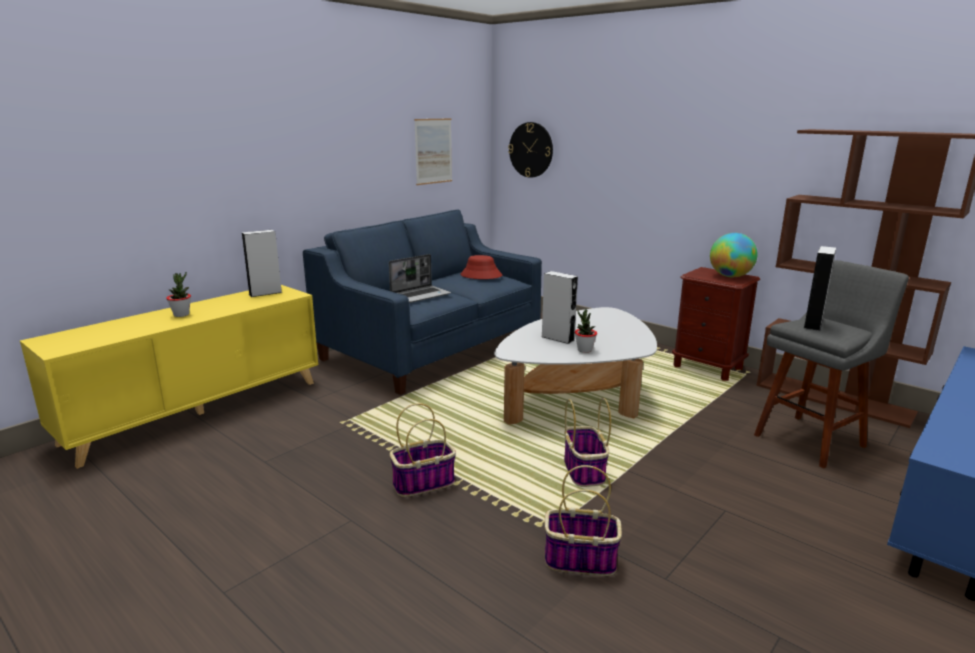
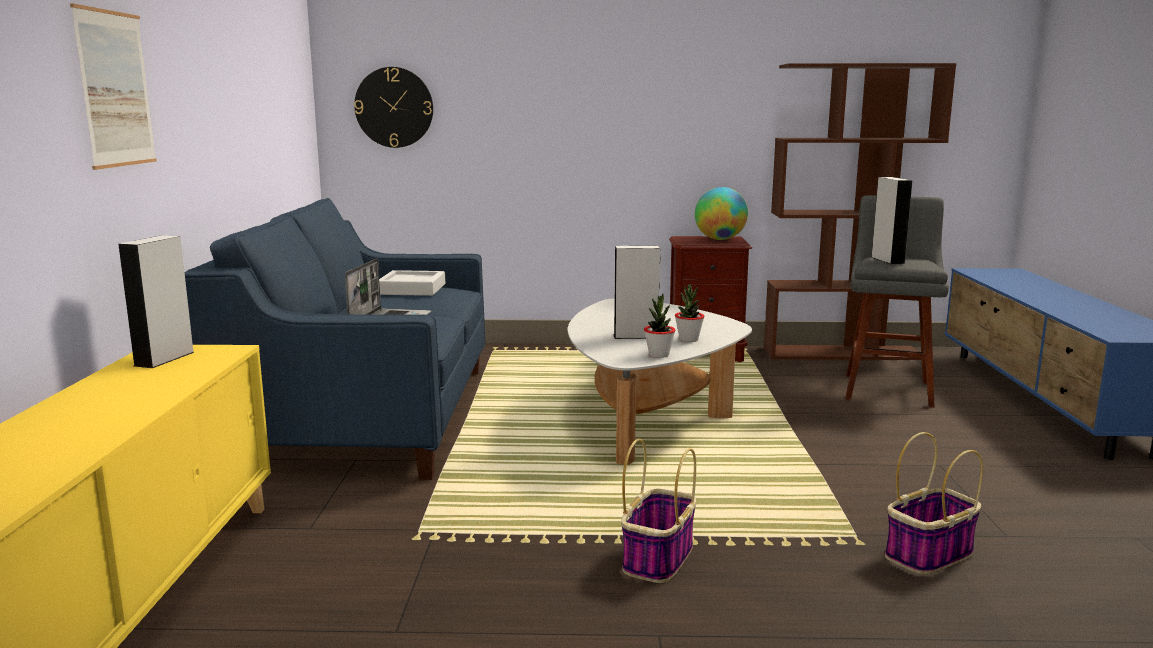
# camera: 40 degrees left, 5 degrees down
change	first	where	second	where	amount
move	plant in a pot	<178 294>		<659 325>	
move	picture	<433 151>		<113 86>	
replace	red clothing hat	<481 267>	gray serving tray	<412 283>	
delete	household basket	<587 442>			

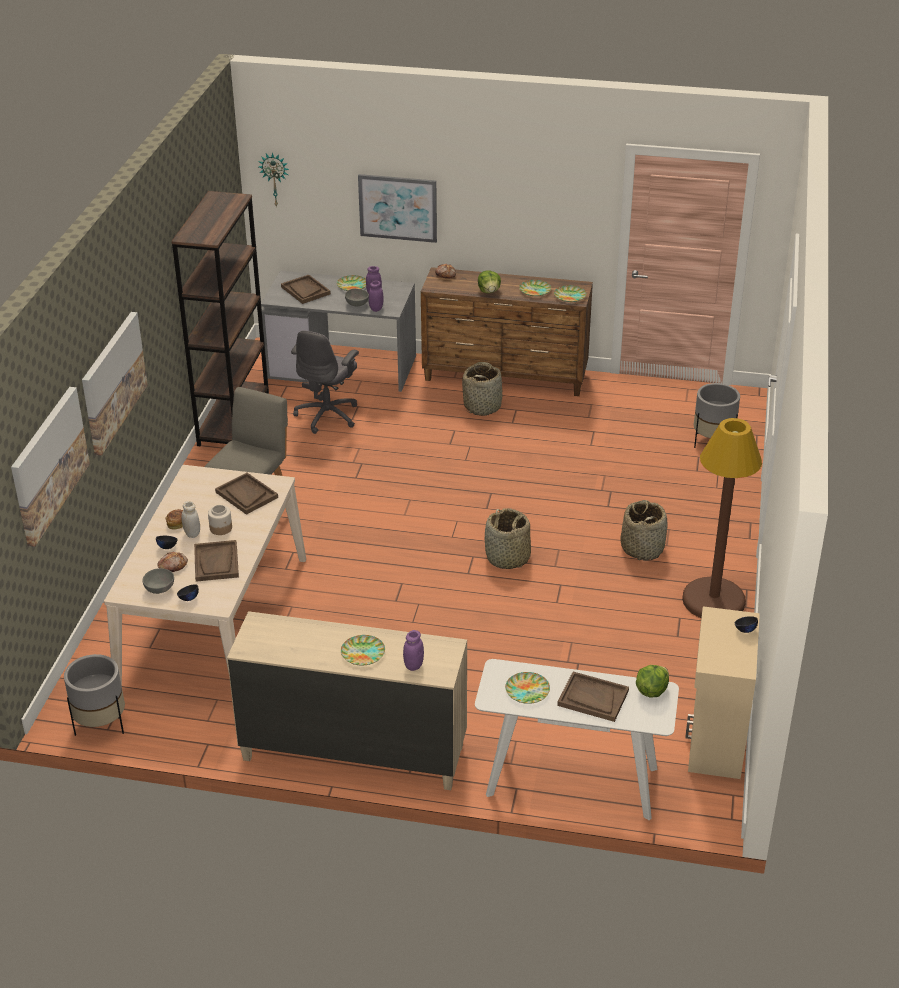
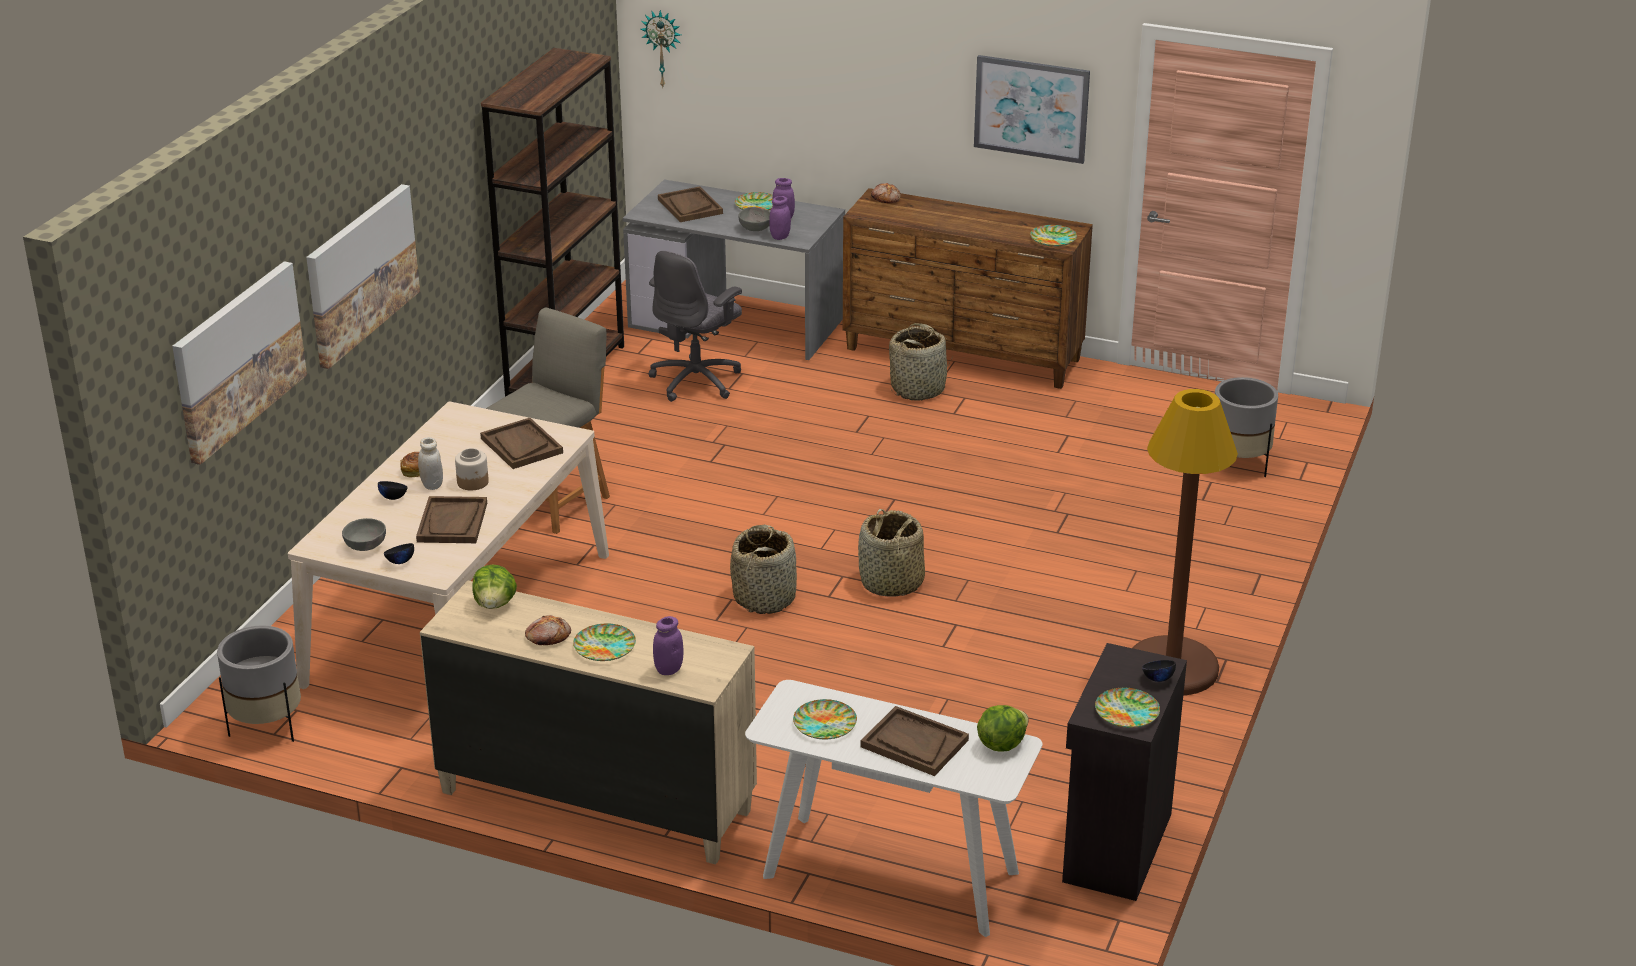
# camera: 10 degrees right, 5 degrees down
change	first	where	second	where	amount
move	bakery bread	<173 562>		<548 630>	
move	picture	<397 208>		<1032 109>	
move	head of lettuce	<489 281>		<494 586>	
move	plate	<535 288>		<1127 708>	
move	household basket	<644 530>		<763 569>	
recolor	sand-coloured storage cabinet	<722 692>	blackish storage cabinet	<1124 772>	

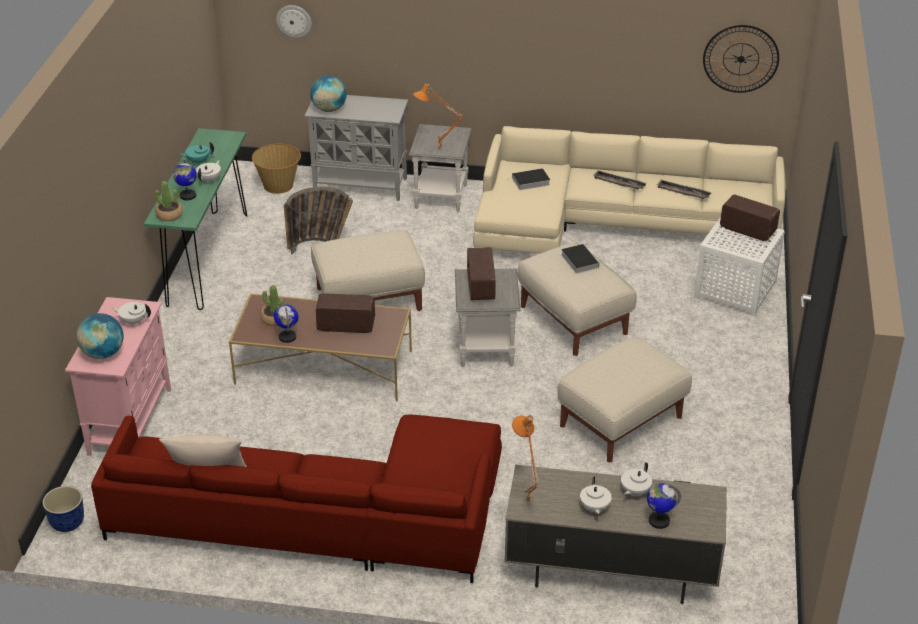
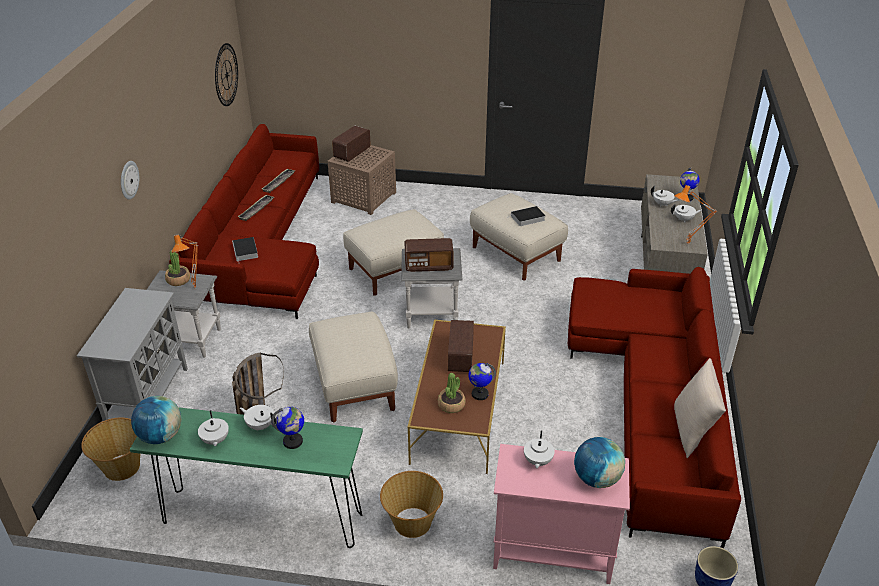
# camera: 90 degrees left, 0 degrees up
change	first	where	second	where	amount
move	plant in a pot	<168 201>		<177 268>	
recolor	blue-green pot for tea	<196 153>	whitish pot for tea	<213 428>	
move	wall clock	<294 21>		<130 180>	
move	globe	<328 93>		<156 420>	
recolor	sand-coloured couch	<629 190>	red couch	<244 221>	
move	book	<580 259>		<526 216>	
recolor	whitish end table	<739 266>	brownish end table	<362 180>	
insert			household basket	<411 504>	

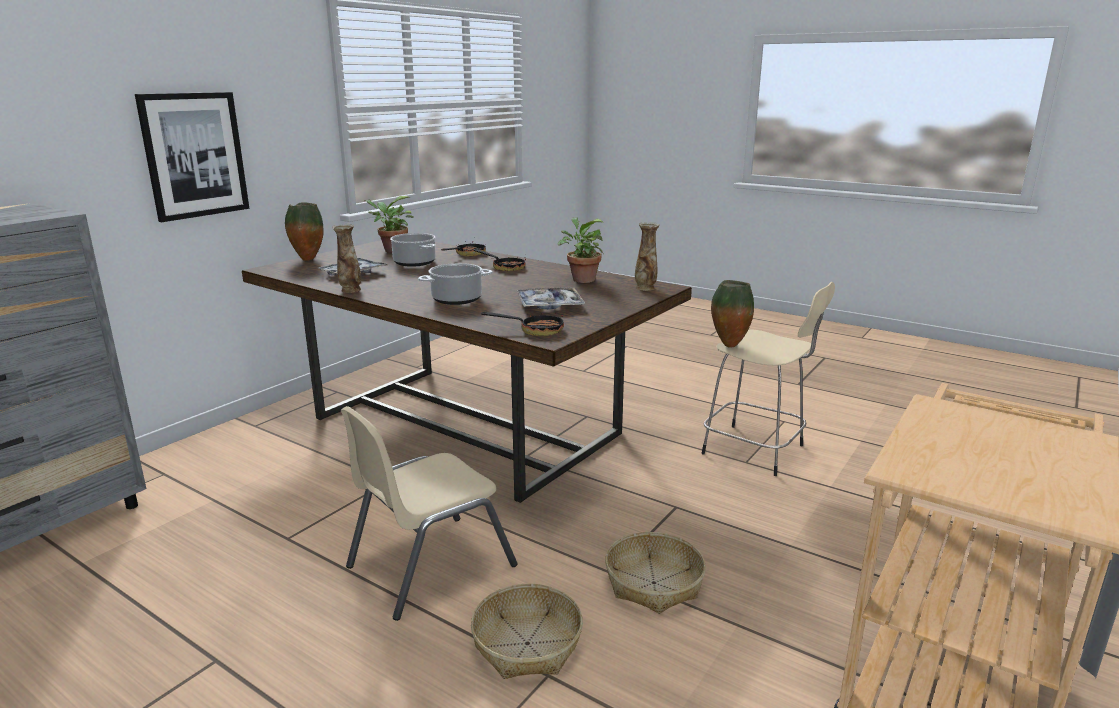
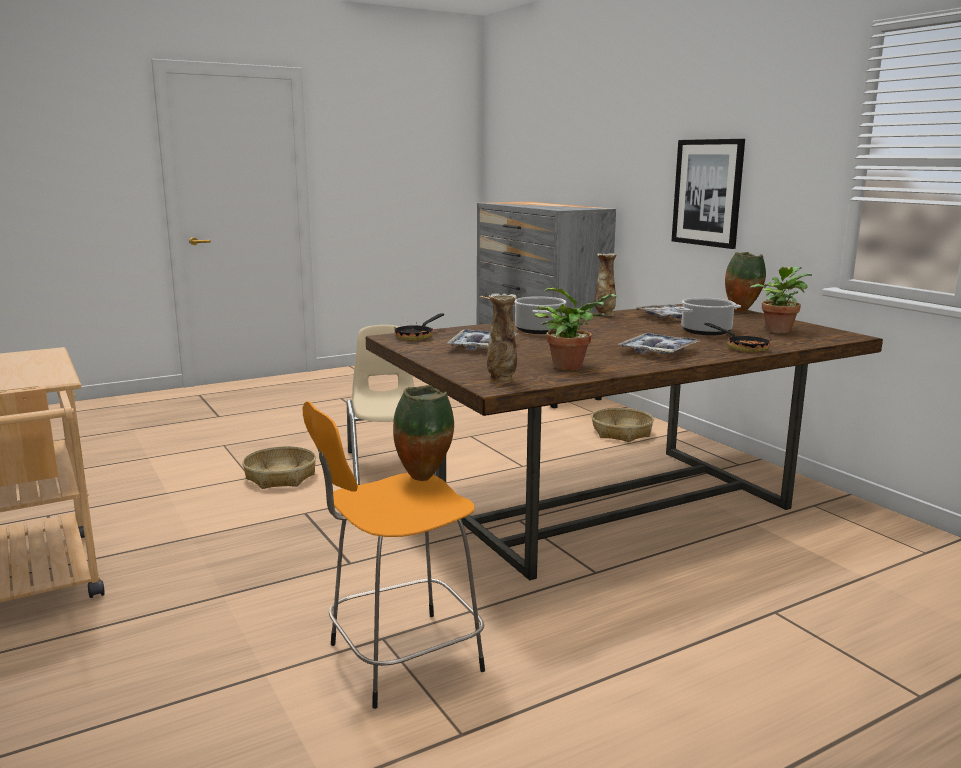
# camera: 115 degrees right, 5 degrees down
change	first	where	second	where	amount
replace	skillet	<500 260>	serving tray	<659 343>	
move	household basket	<655 573>		<623 425>	
recolor	sand-coloured stool seat	<768 379>	orangey stool seat	<394 555>	

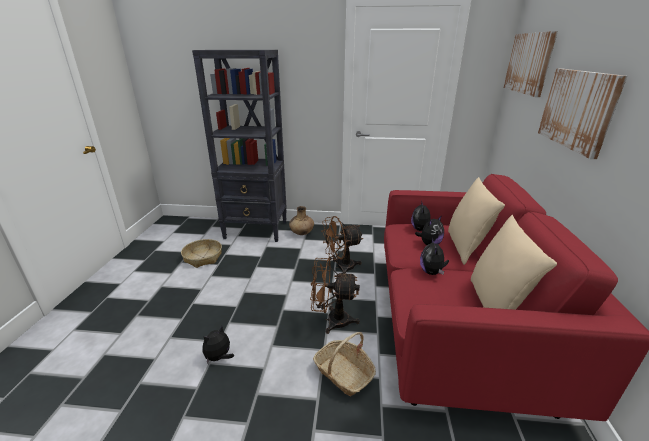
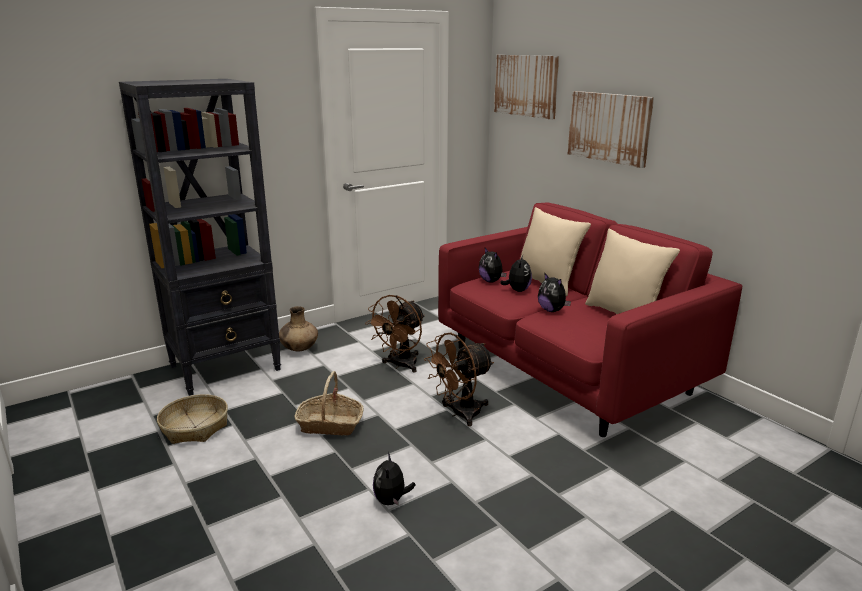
# camera: 40 degrees left, 5 degrees down
change	first	where	second	where	amount
move	household basket	<344 364>		<328 403>	

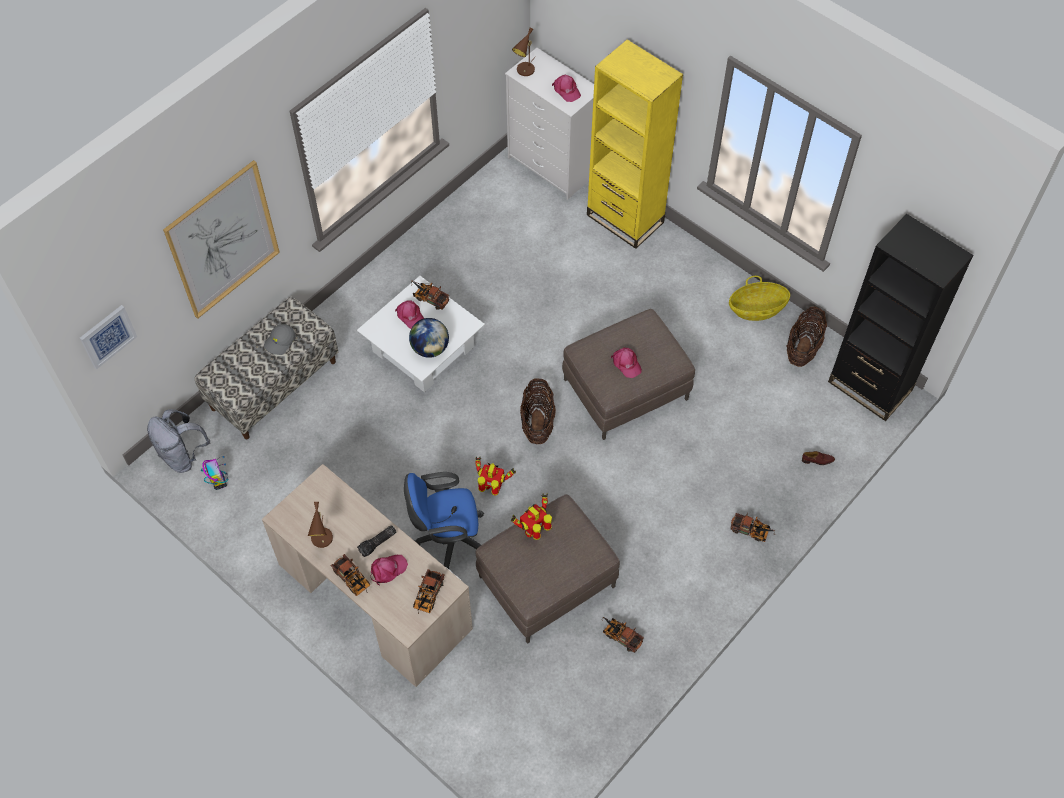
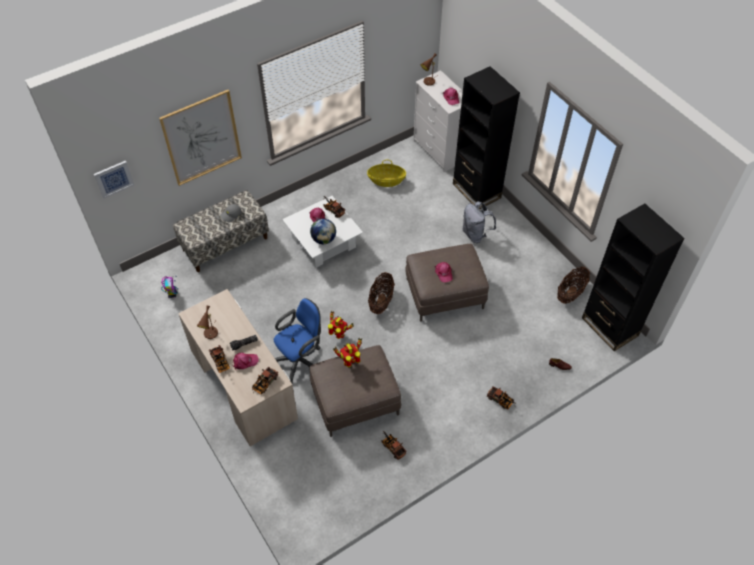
# camera: 15 degrees right, 5 degrees down
change	first	where	second	where	amount
move	gray knapsack	<178 441>		<479 222>	
rotate	bluish computer chair	<444 520>		<297 340>	135 degrees clockwise
recolor	yellow-coloured bookshelf	<635 144>	blackish bookshelf	<486 137>	
move	household basket	<759 298>		<386 173>	

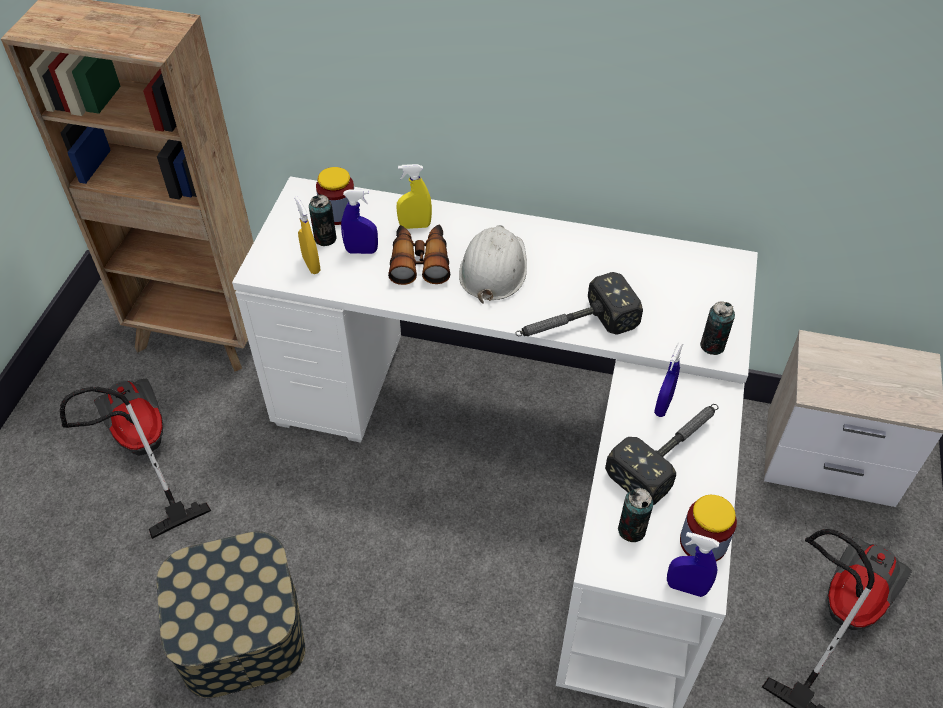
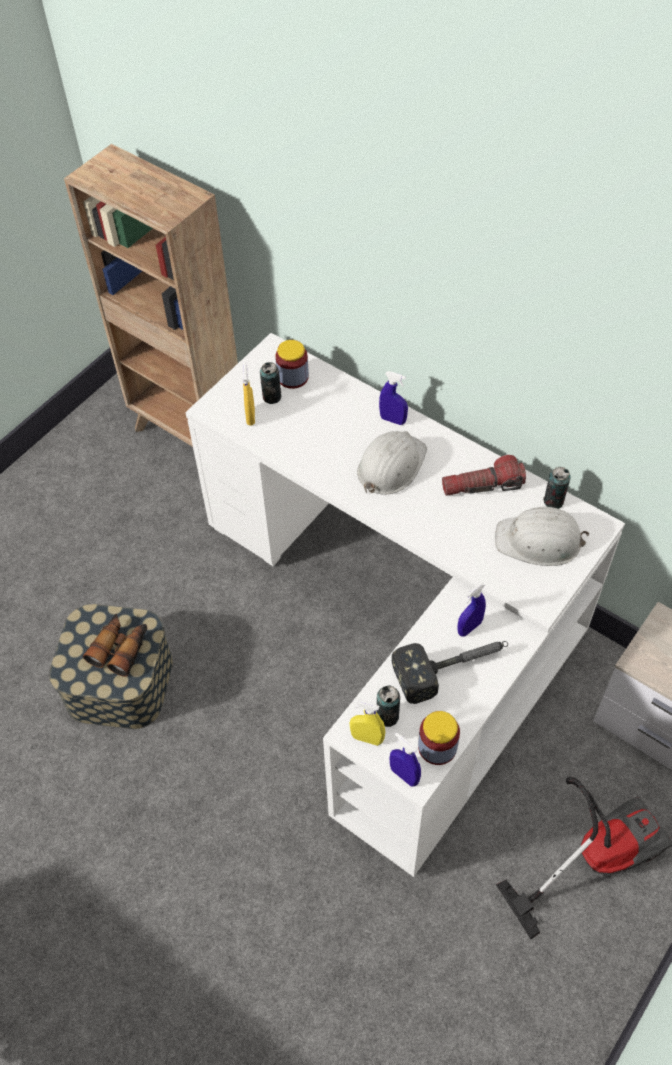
# camera: 25 degrees right, 5 degrees up
change	first	where	second	where	amount
delete	vacuum cleaner	<135 459>			
move	bluish hand sprayer	<359 222>		<393 398>	
move	binoculars	<419 255>		<115 645>	
move	yellow-coloured hand sprayer	<414 196>		<367 722>	
delete	hammer	<579 304>			
move	sealed can	<717 328>		<557 488>	
insert			torch	<484 475>	
insert			whitish hard hat	<542 536>	

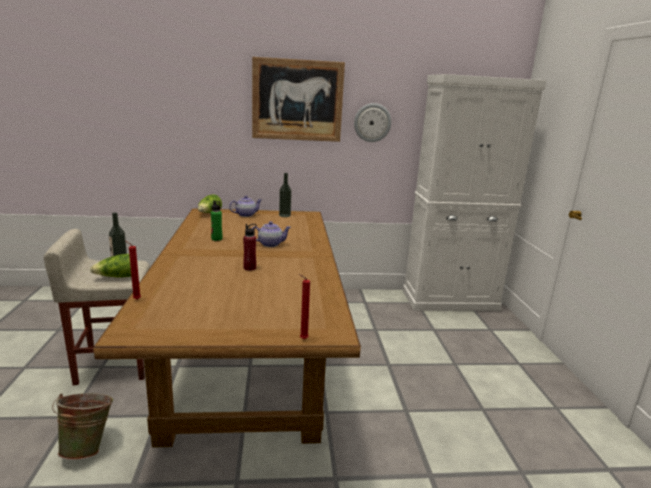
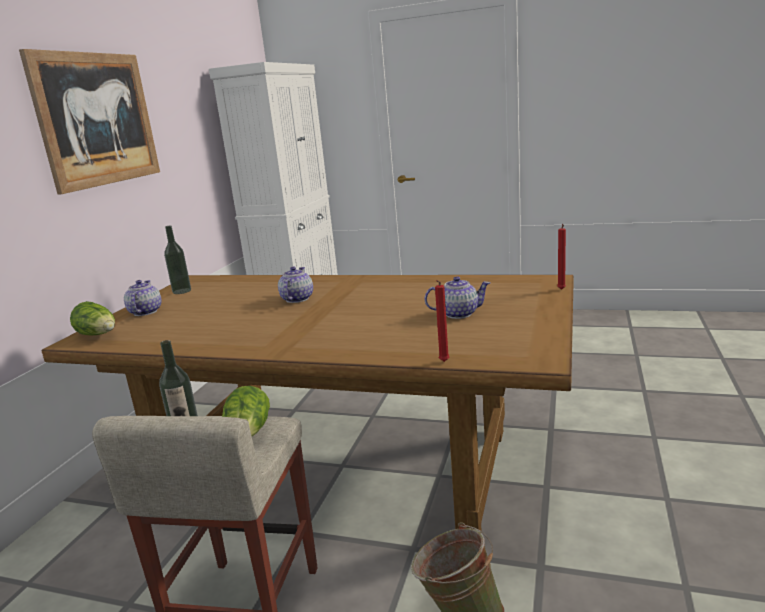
# camera: 65 degrees left, 0 degrees up
change	first	where	second	where	amount
delete	green bottle	<216 220>			
delete	red bottle	<250 247>			
delete	wall clock	<372 122>			
insert			pot for tea	<457 297>	

